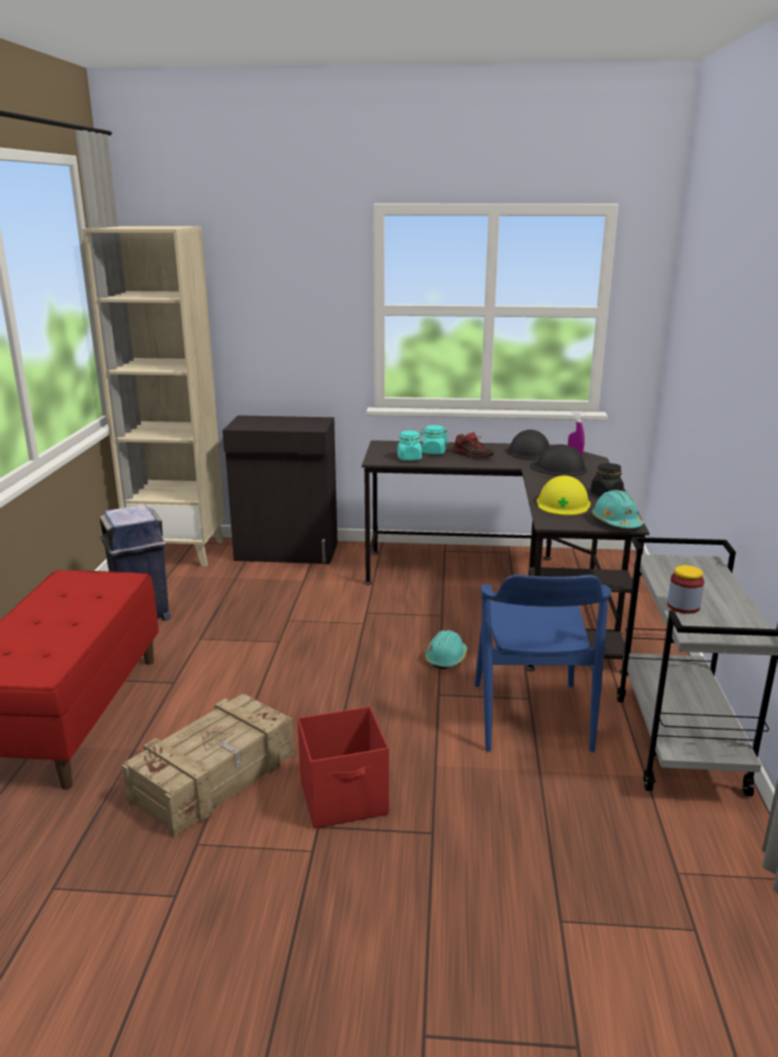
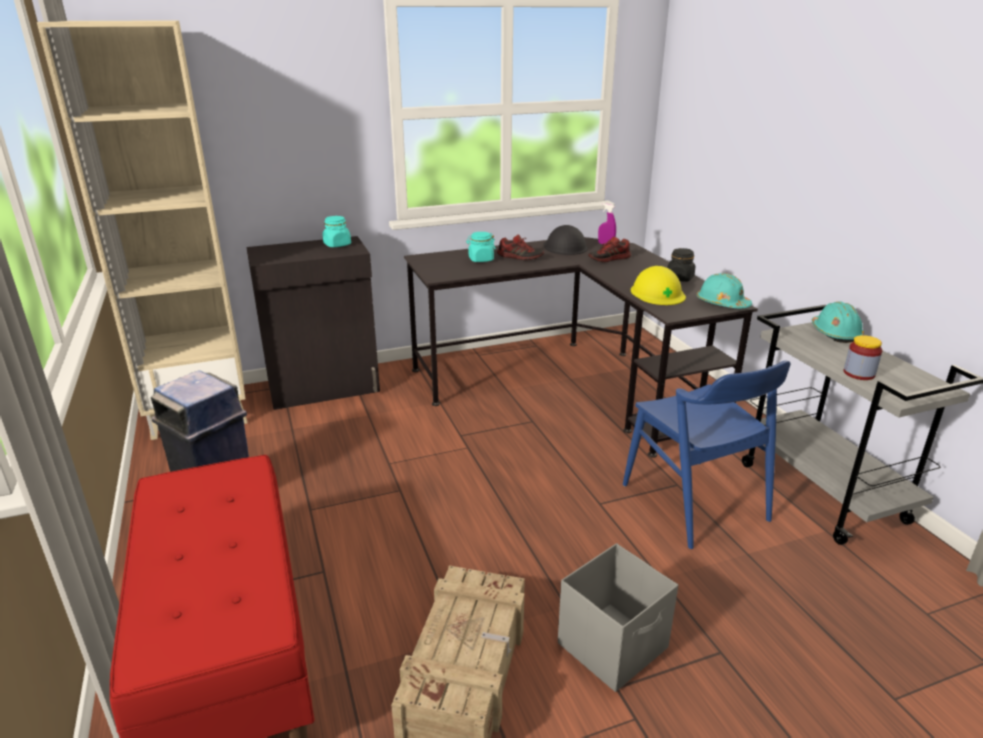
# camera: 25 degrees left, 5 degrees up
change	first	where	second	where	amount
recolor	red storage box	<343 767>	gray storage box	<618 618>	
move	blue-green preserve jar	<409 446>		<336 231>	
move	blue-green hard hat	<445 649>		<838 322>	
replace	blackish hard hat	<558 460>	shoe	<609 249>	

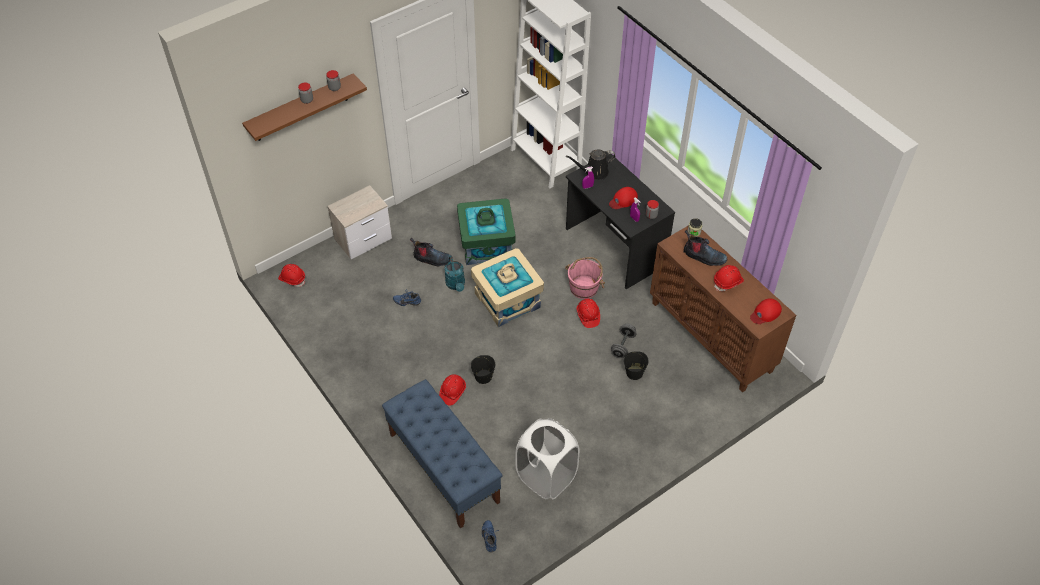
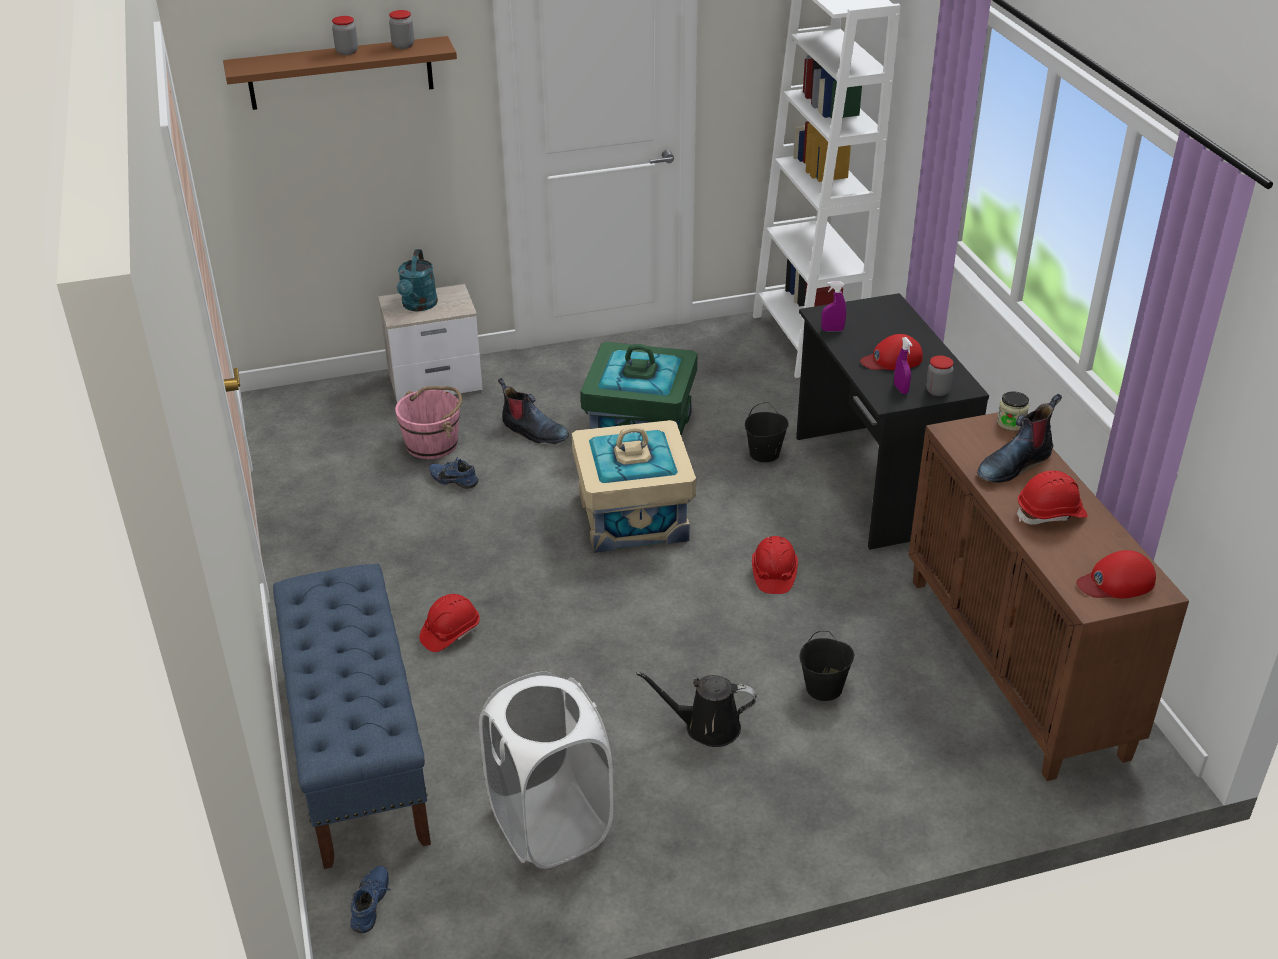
# camera: 20 degrees right, 15 degrees down
change	first	where	second	where	amount
delete	red hard hat	<291 275>			
move	blue-green watering can	<454 274>		<417 280>	
move	blackish water bucket	<483 369>		<767 432>	
move	pink water bucket	<585 278>		<428 422>	
move	blackish watering can	<591 165>		<696 709>	
delete	gray dumbbell	<624 341>			
rotate	tall boot	<705 248>		<1019 438>	105 degrees clockwise

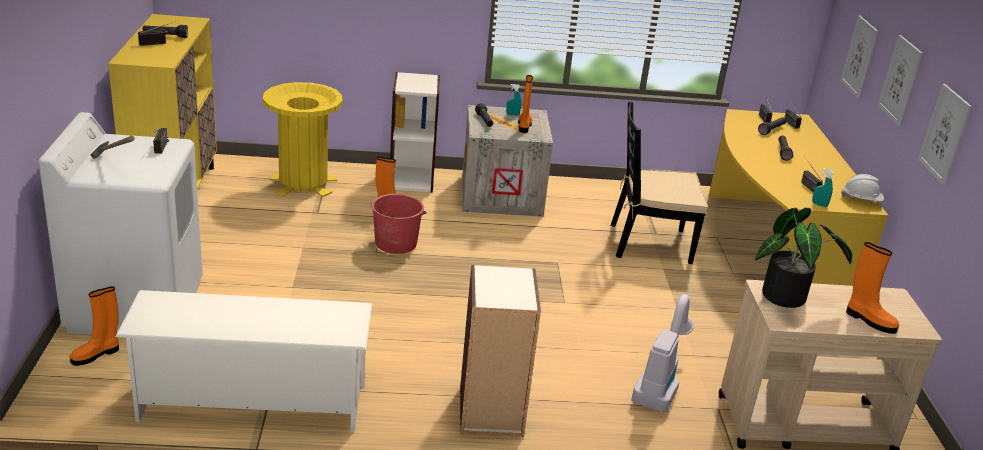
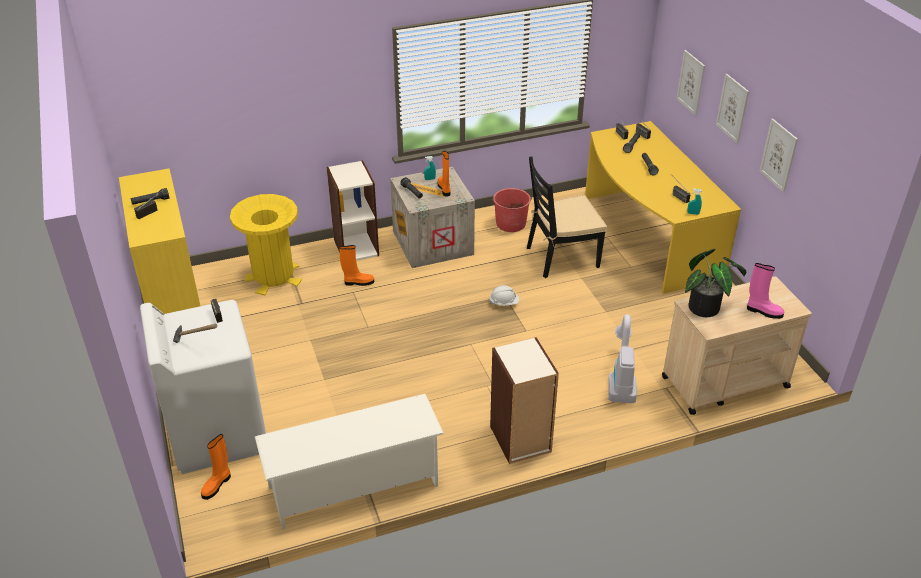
# camera: 15 degrees left, 10 degrees up
change	first	where	second	where	amount
move	red water bucket	<398 224>		<512 210>	
move	whitish hard hat	<862 188>		<504 295>	
recolor	orangey tall boot	<872 288>	pink tall boot	<765 291>	

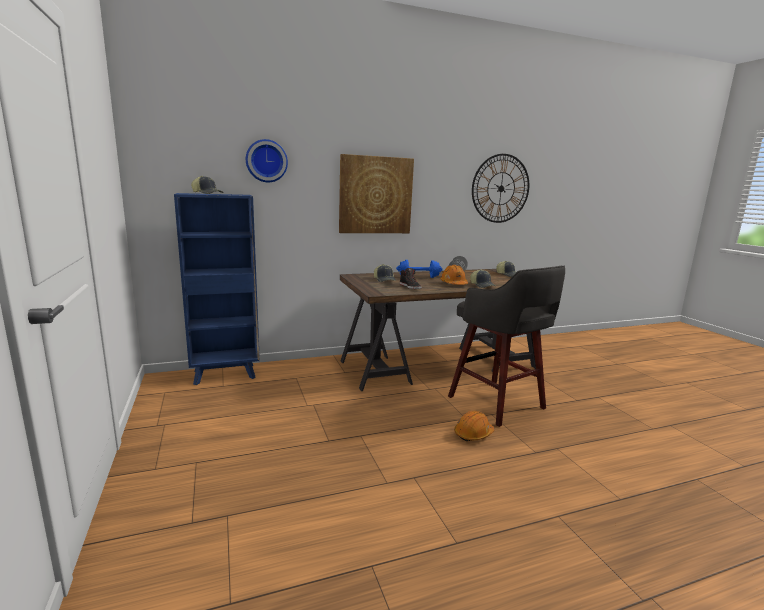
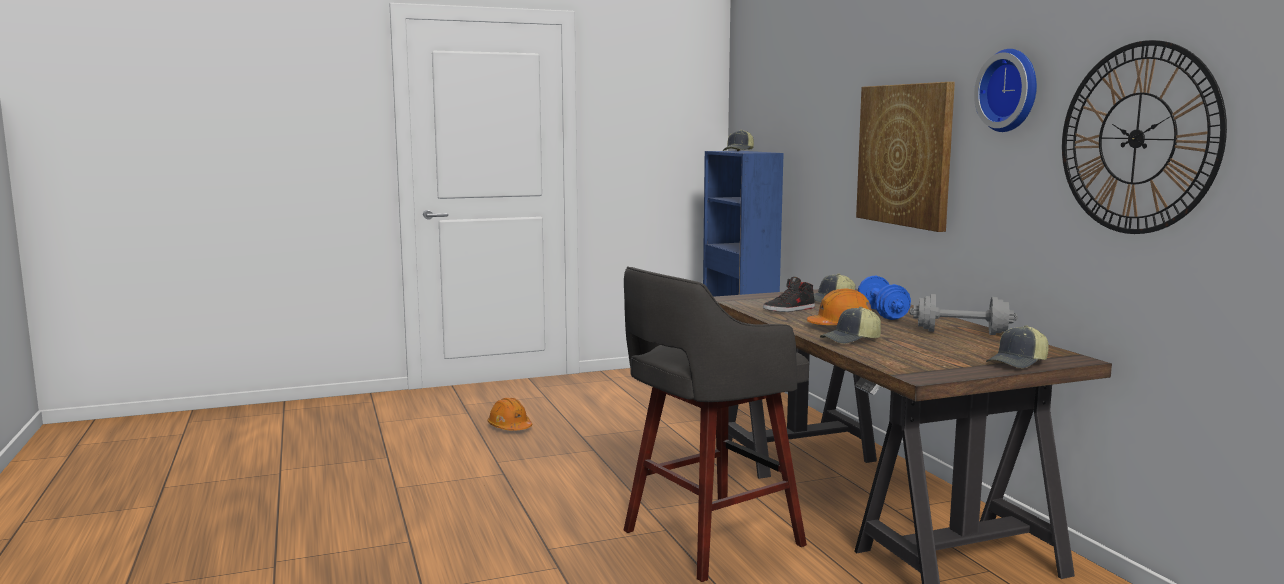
# camera: 90 degrees right, 5 degrees down
change	first	where	second	where	amount
move	wall clock	<267 160>		<1005 90>	
move	orangey hard hat	<474 426>		<510 414>	

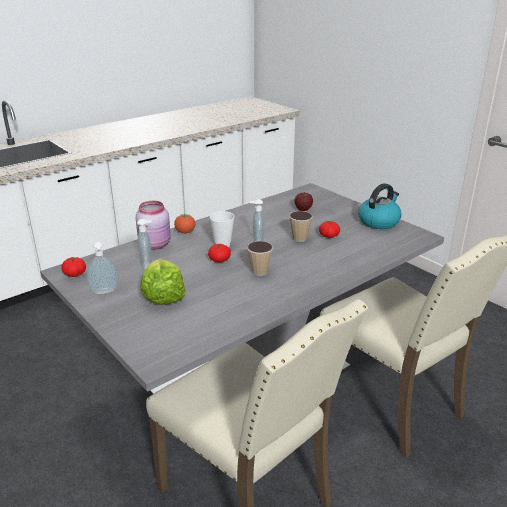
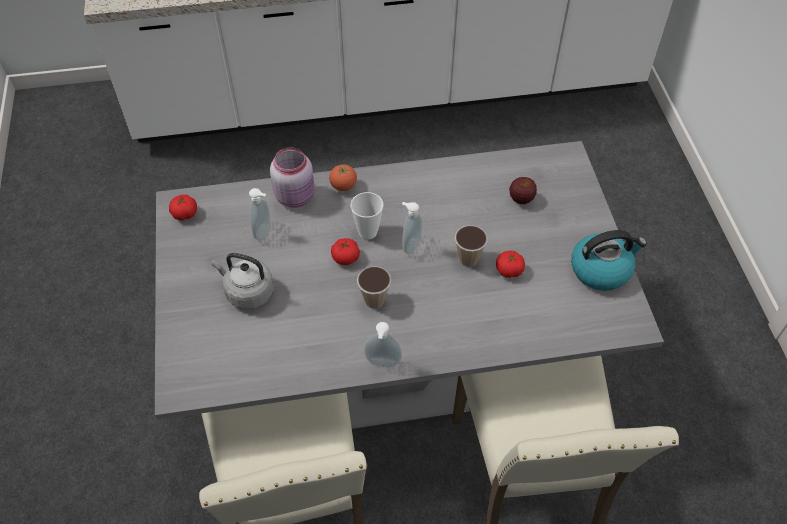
# camera: 30 degrees right, 25 degrees up
change	first	where	second	where	amount
move	soap dispenser	<102 268>		<383 345>	
replace	head of lettuce	<163 282>	gray water kettle	<243 281>	

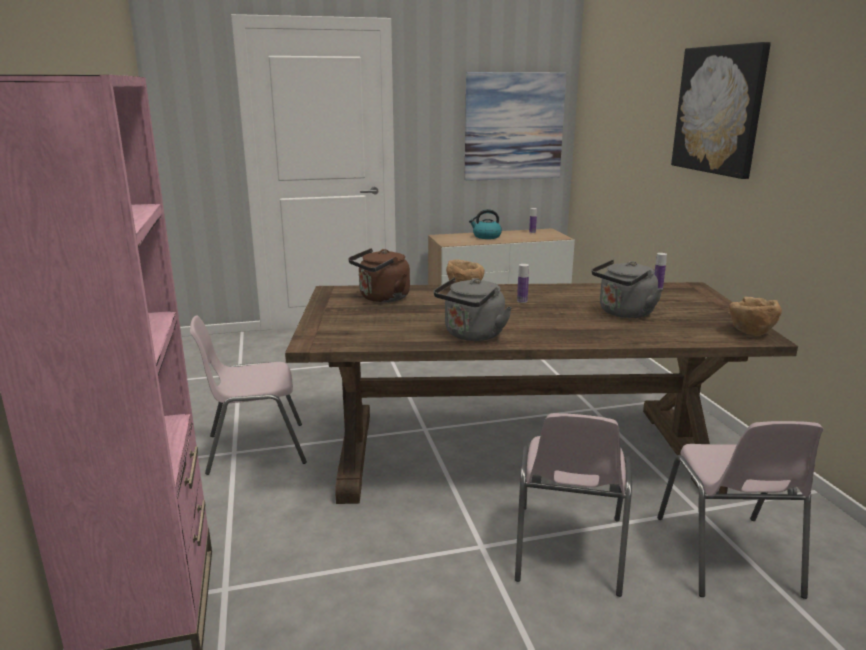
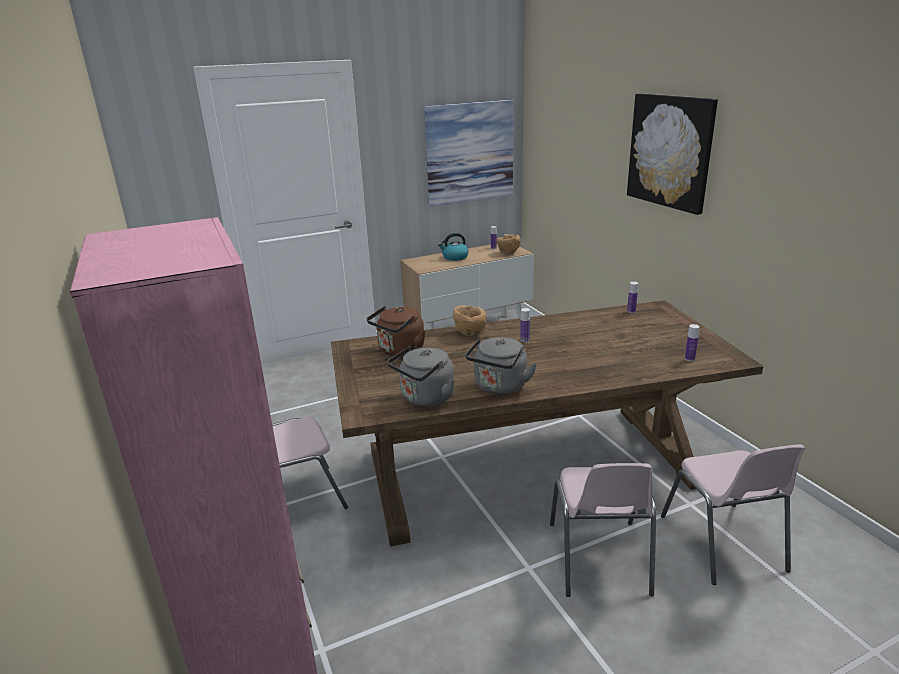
# camera: 10 degrees left, 5 degrees up
change	first	where	second	where	amount
move	gray water kettle	<627 288>		<421 376>	
move	brownish deep dish	<755 316>		<508 244>	
insert			bottle	<692 342>	

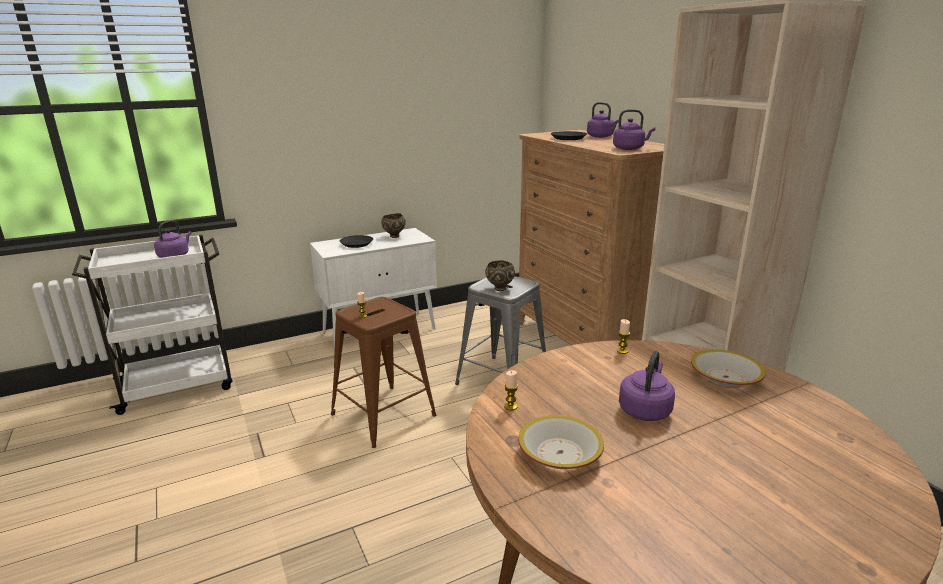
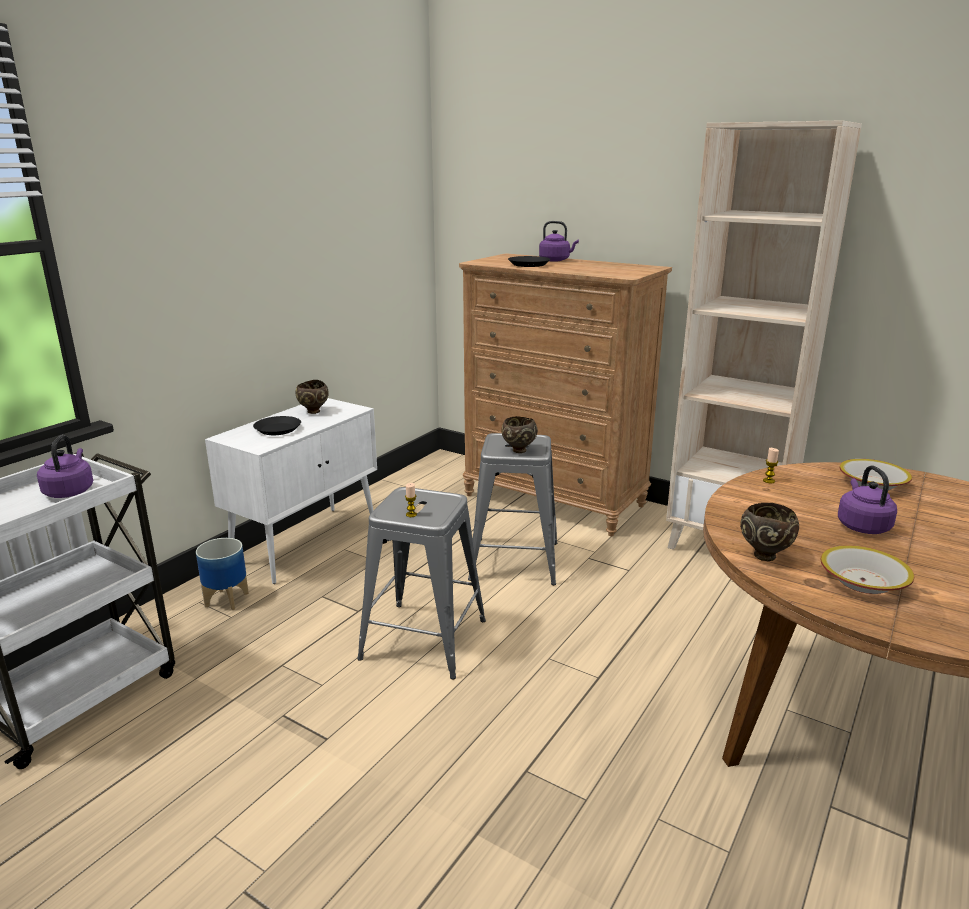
# camera: 30 degrees left, 0 degrees up
change	first	where	second	where	amount
recolor	brownish stool seat	<383 372>	gray stool seat	<421 583>	
replace	wax candle	<511 390>	brownish deep dish	<769 532>	
delete	purplish water kettle	<634 129>			
insert			planter	<222 574>	

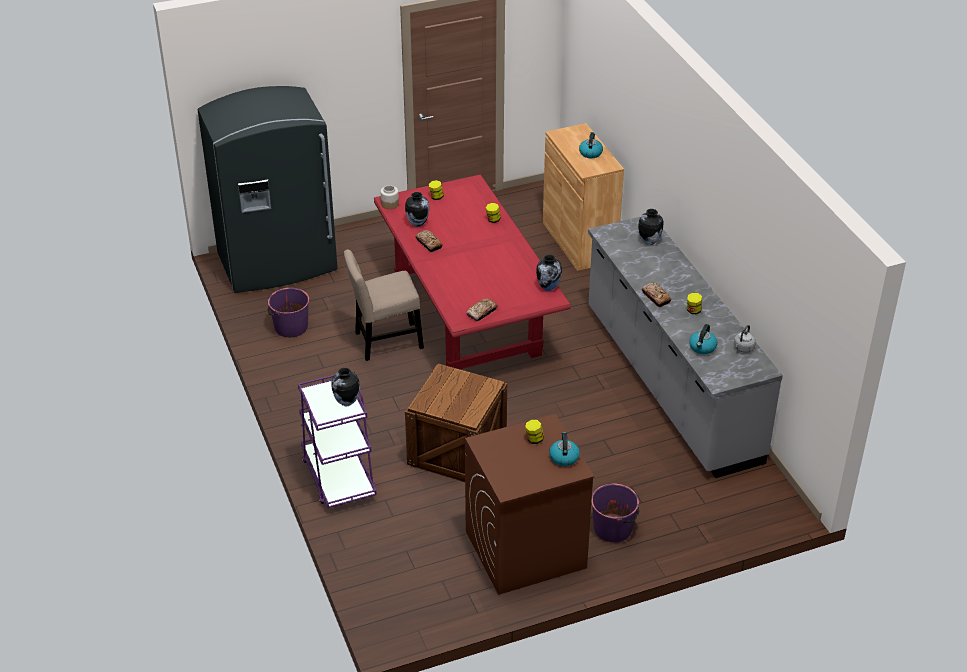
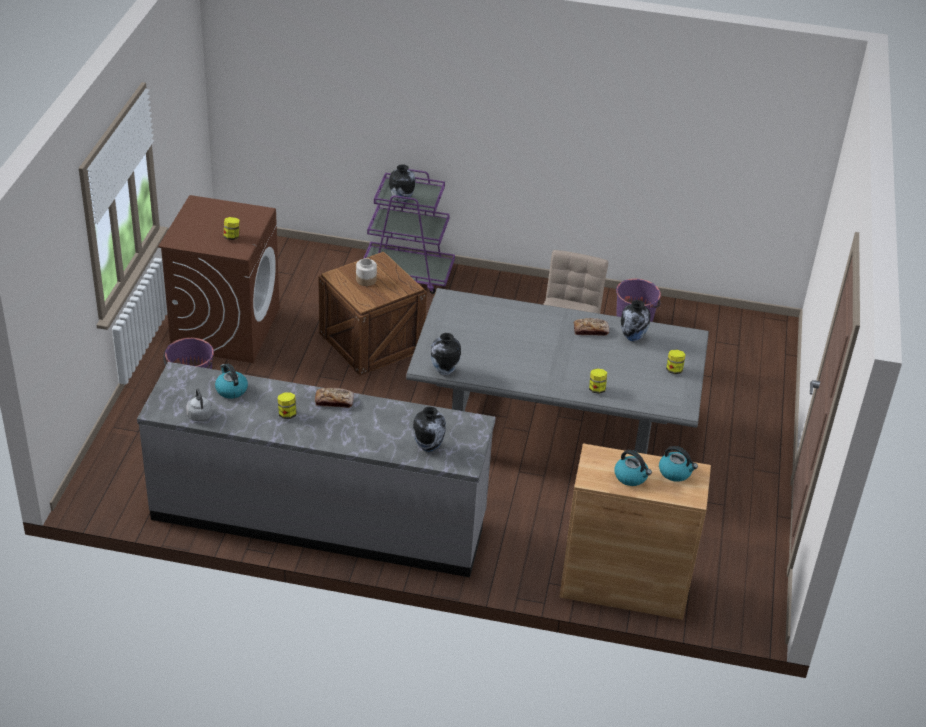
# camera: 120 degrees right, 0 degrees up
change	first	where	second	where	amount
delete	gray refrigerator	<268 189>			
recolor	red kitchen table	<472 271>	gray kitchen table	<557 371>	
move	preserve jar	<390 197>		<366 272>	
delete	bakery bread	<482 309>			
move	water kettle	<564 449>		<678 464>	

